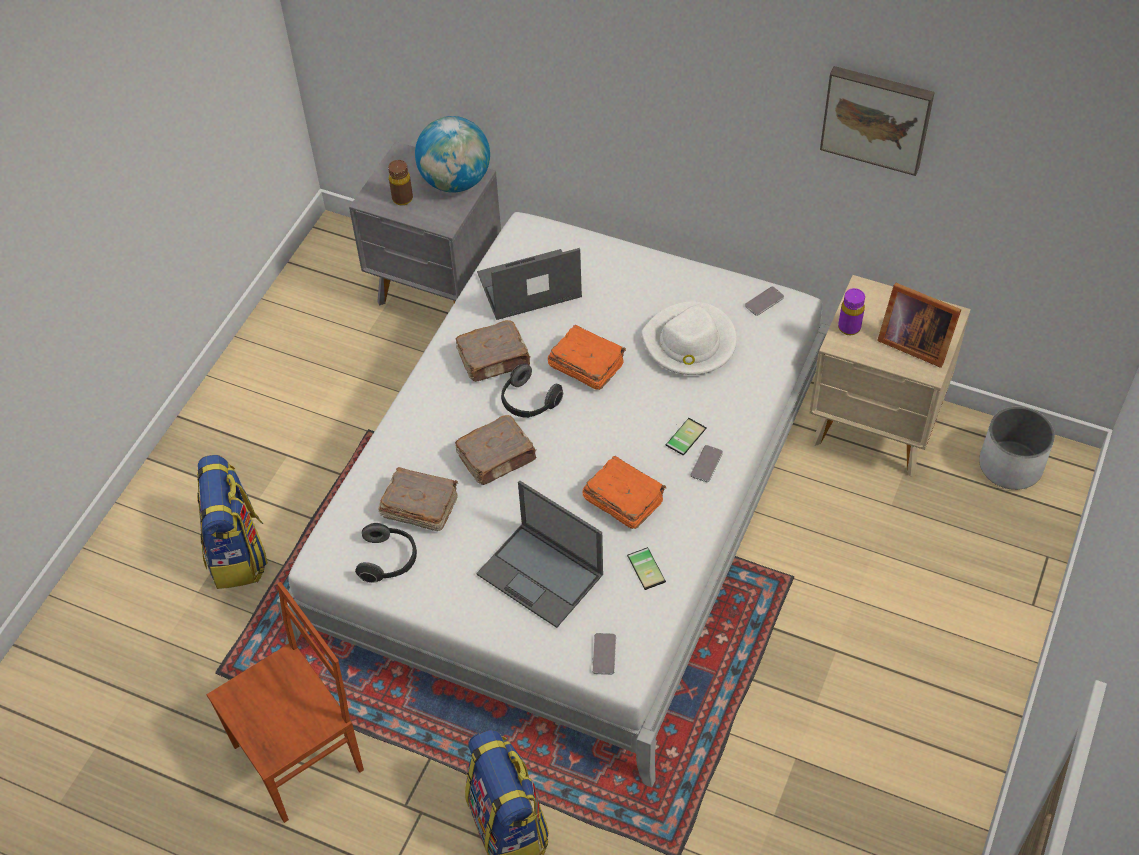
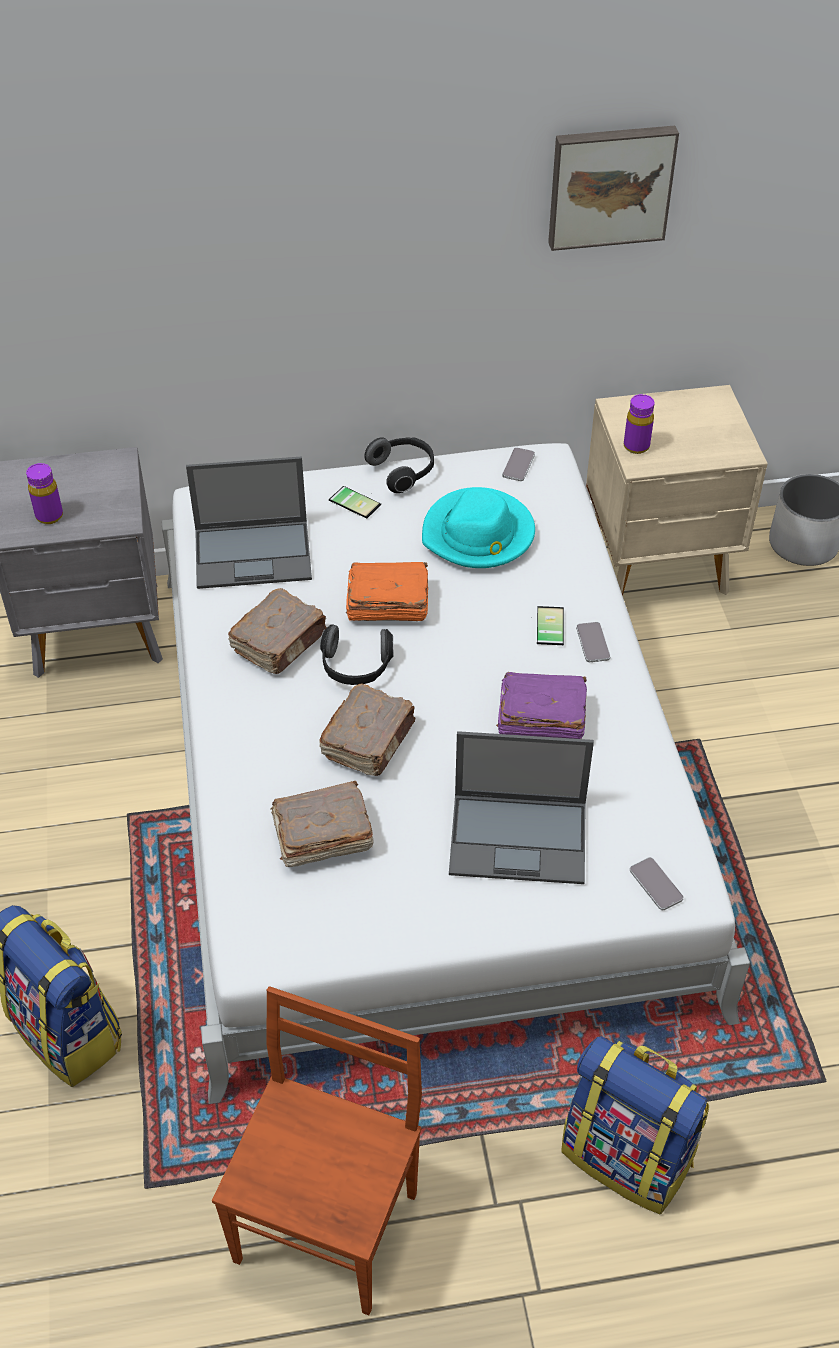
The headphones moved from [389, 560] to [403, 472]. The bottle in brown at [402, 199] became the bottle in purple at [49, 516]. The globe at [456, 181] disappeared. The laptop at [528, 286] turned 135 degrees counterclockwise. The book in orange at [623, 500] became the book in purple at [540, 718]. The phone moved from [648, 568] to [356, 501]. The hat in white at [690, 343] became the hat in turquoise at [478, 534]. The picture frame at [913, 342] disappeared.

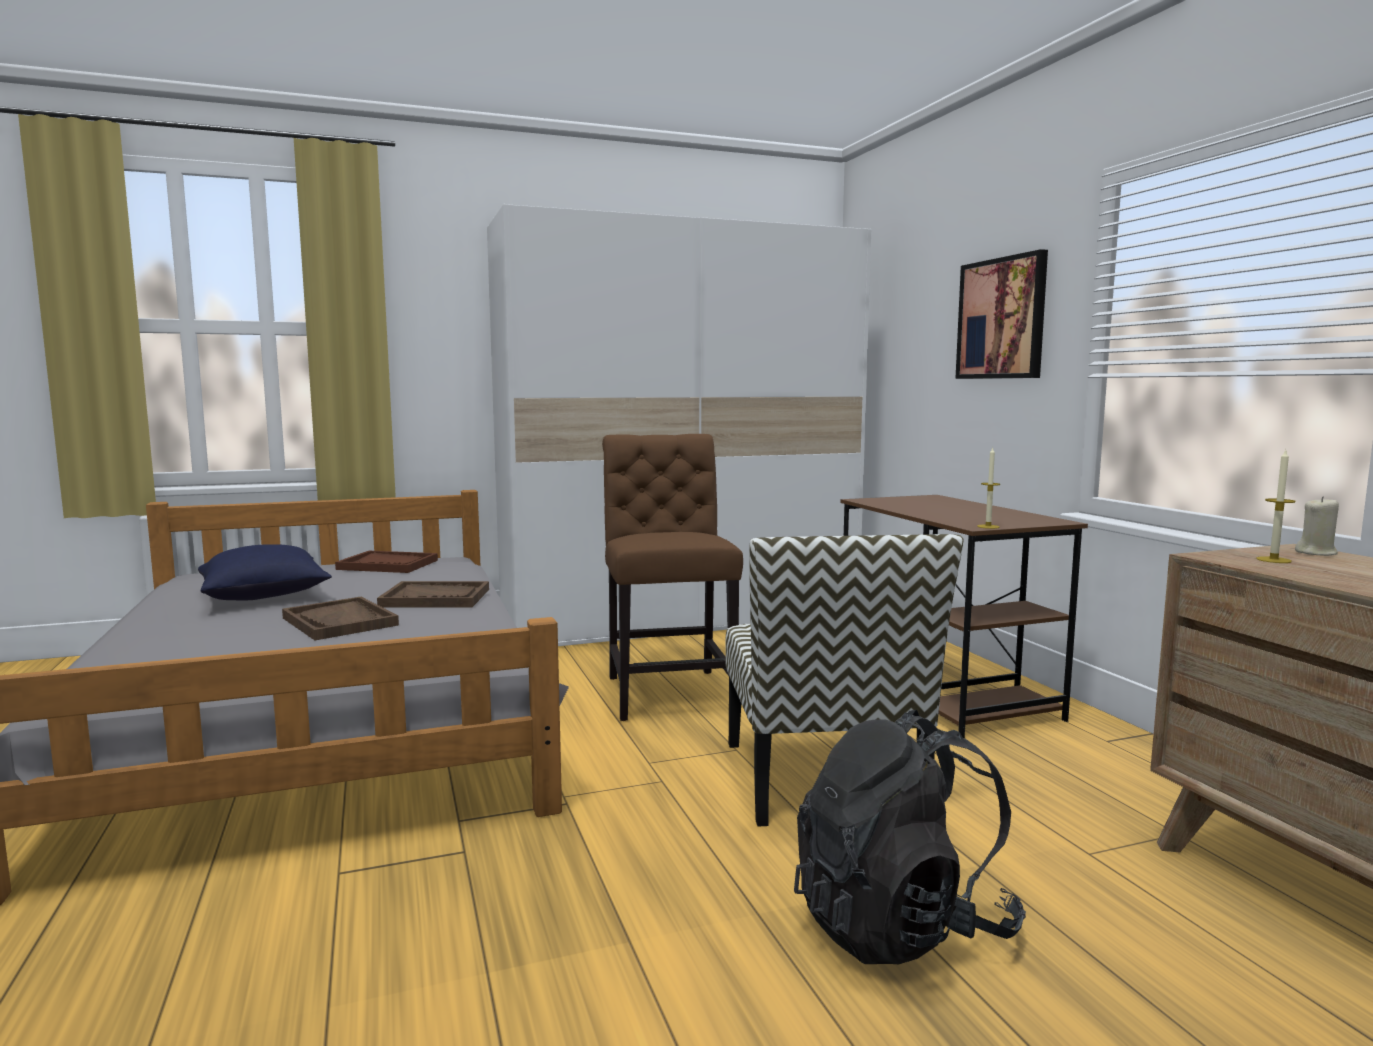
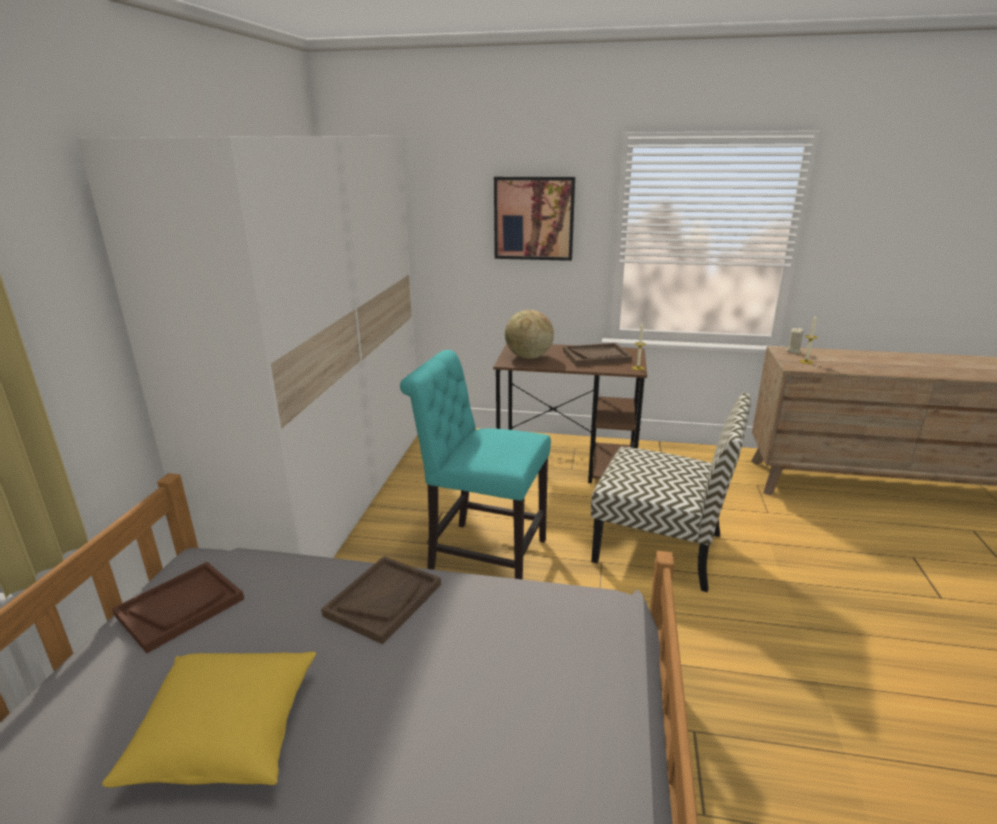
The pillow in blue at [265, 597] became the pillow in yellow at [228, 735]. The tray in brown moved from [340, 621] to [596, 356]. The chair in brown at [668, 691] became the chair in turquoise at [482, 554]. The backpack in black at [901, 926] disappeared. The globe at [528, 357] appeared.

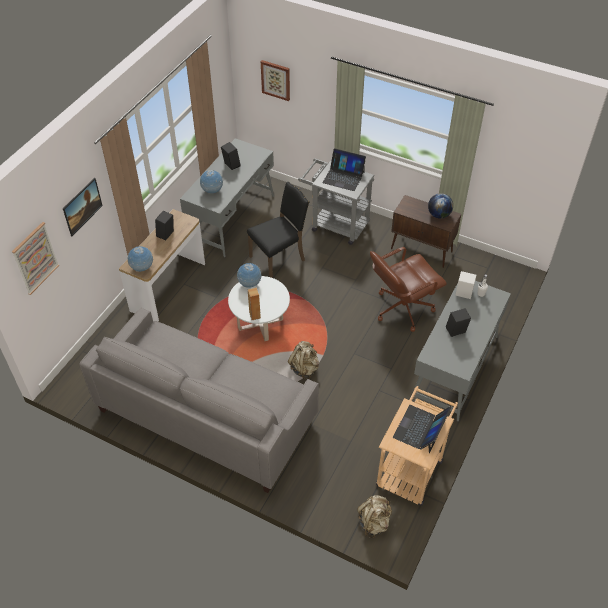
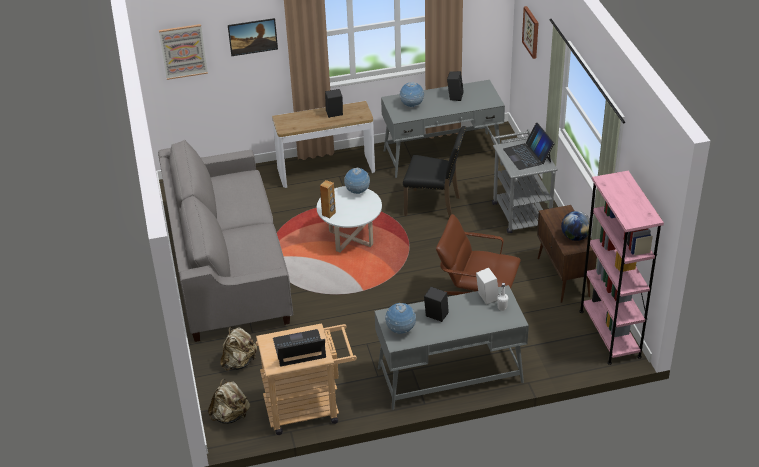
The globe moved from [142, 268] to [400, 330]. The backpack in beige moved from [304, 368] to [239, 362]. The bookcase in pink at [609, 333] appeared.

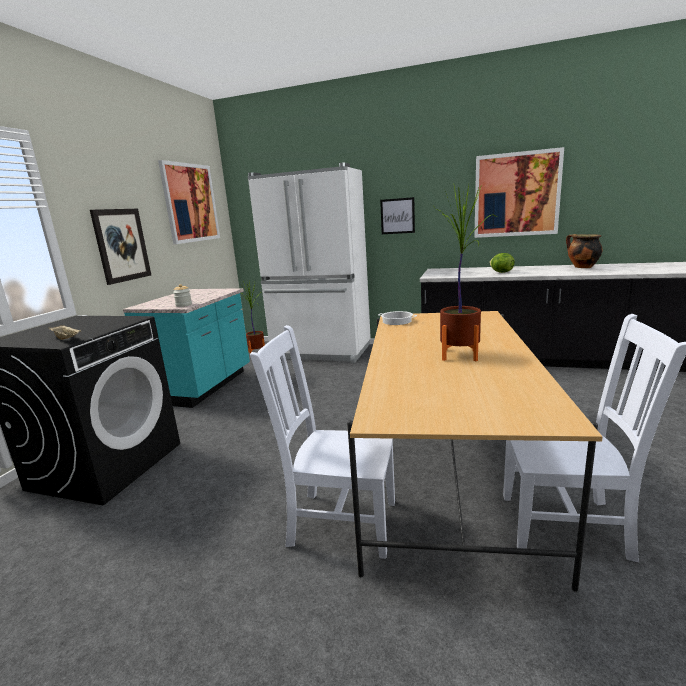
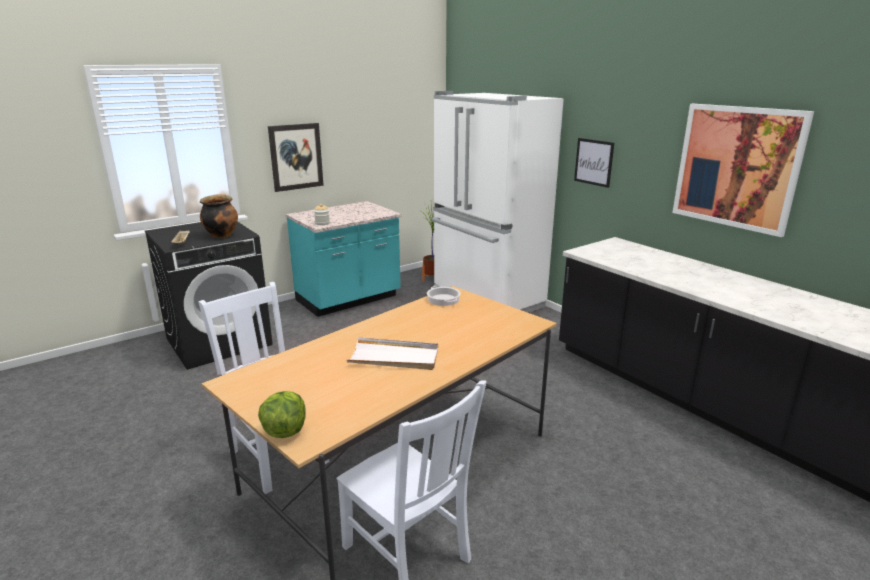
The picture at [190, 203] disappeared. The potted plant at [460, 355] was replaced by the tray in white at [394, 357]. The lettuce moved from [501, 272] to [285, 430]. The cooking pot moved from [582, 267] to [221, 235].

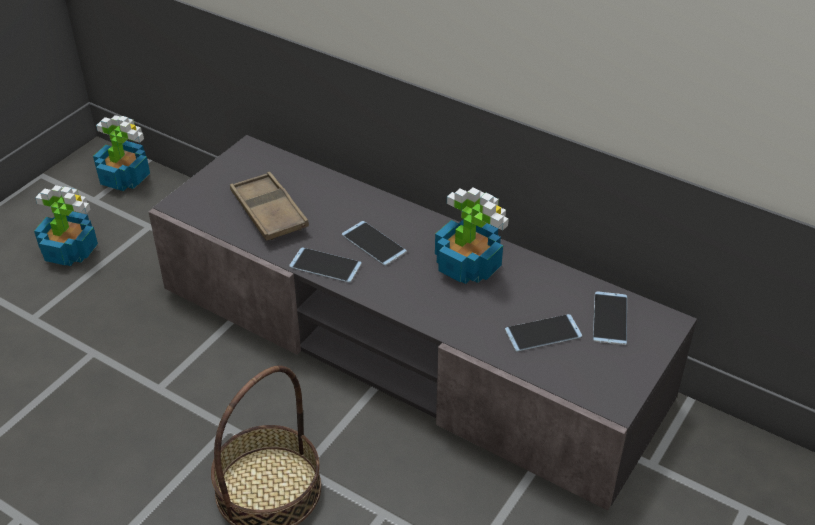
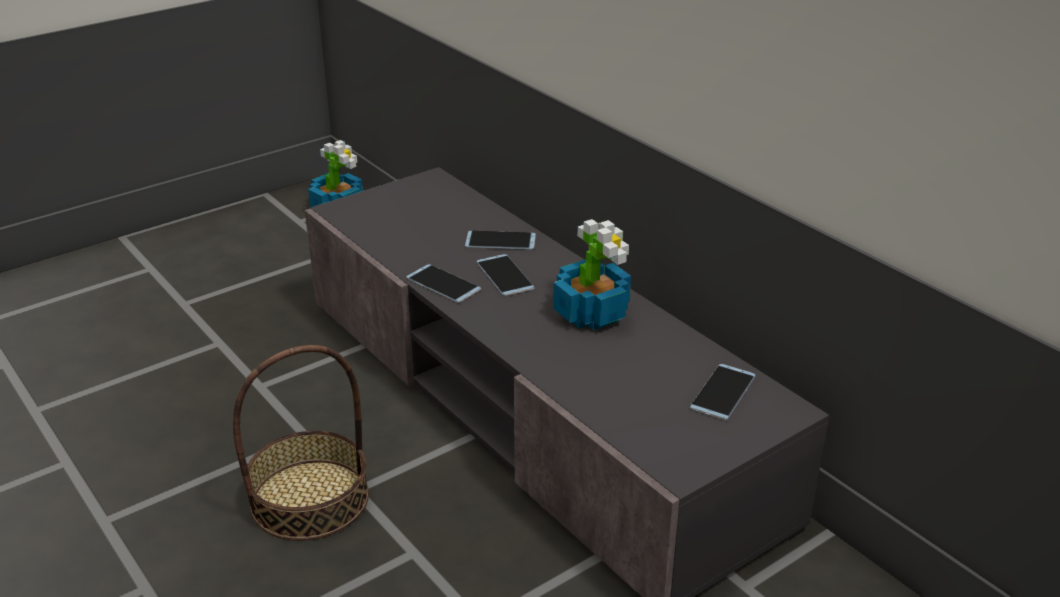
The potted plant at [70, 251] disappeared. The tray in brown at [269, 212] disappeared. The phone moved from [543, 333] to [500, 241].

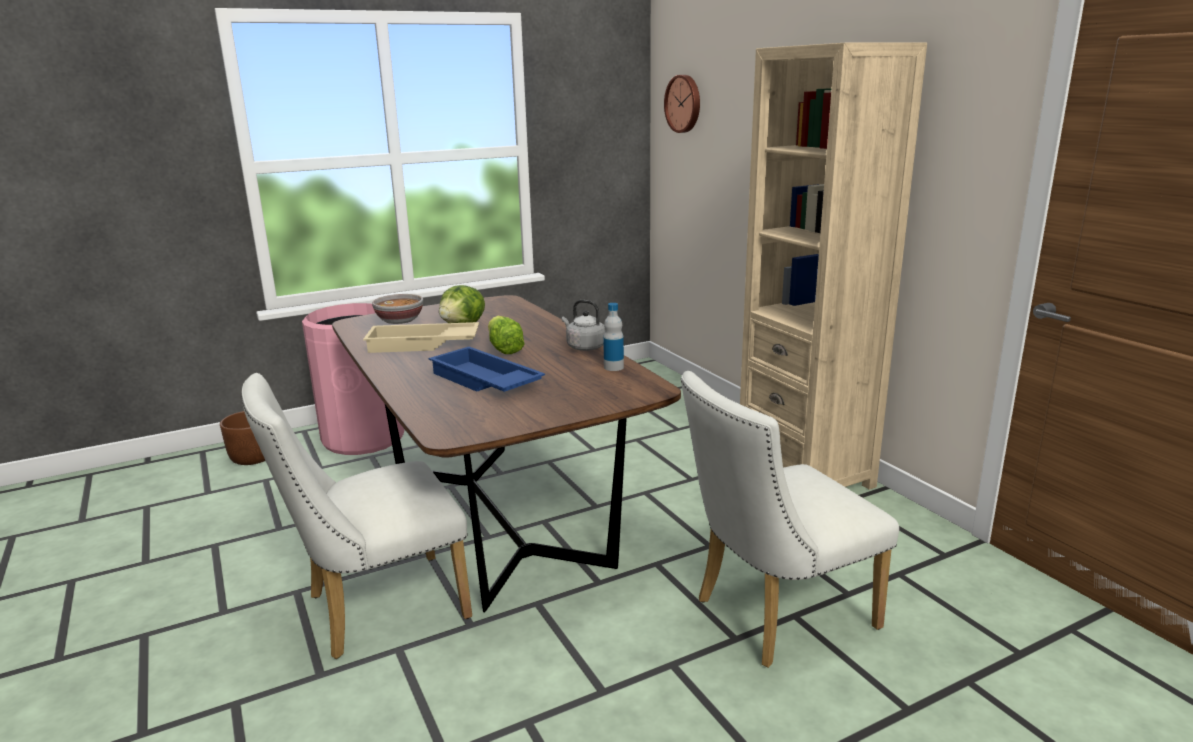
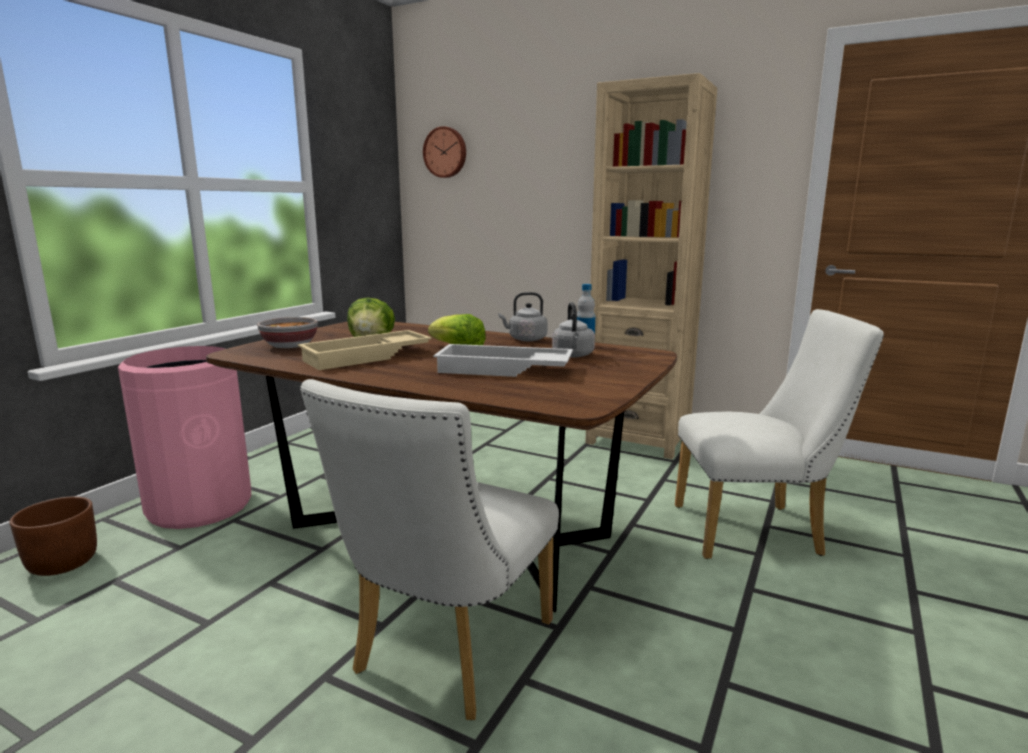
The tray in blue at [483, 381] became the tray in white at [502, 370]. The chair in white at [774, 616] turned 120 degrees counterclockwise. The kettle in grey at [573, 355] appeared.

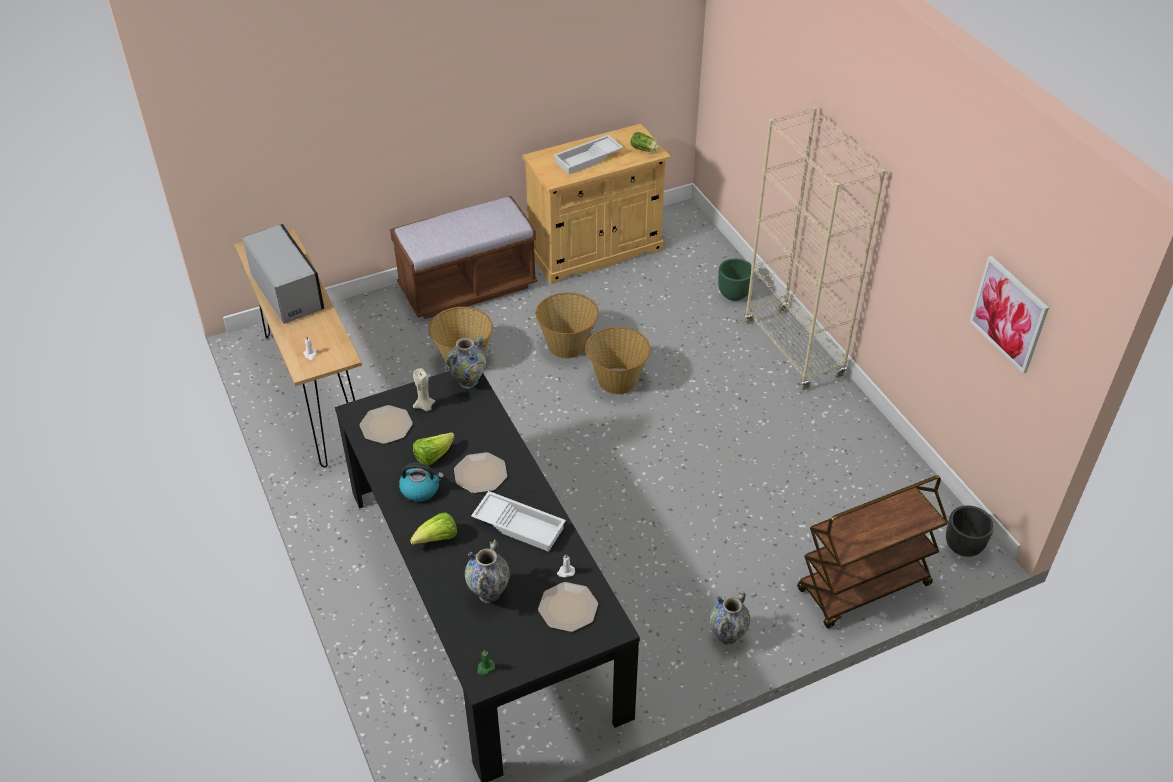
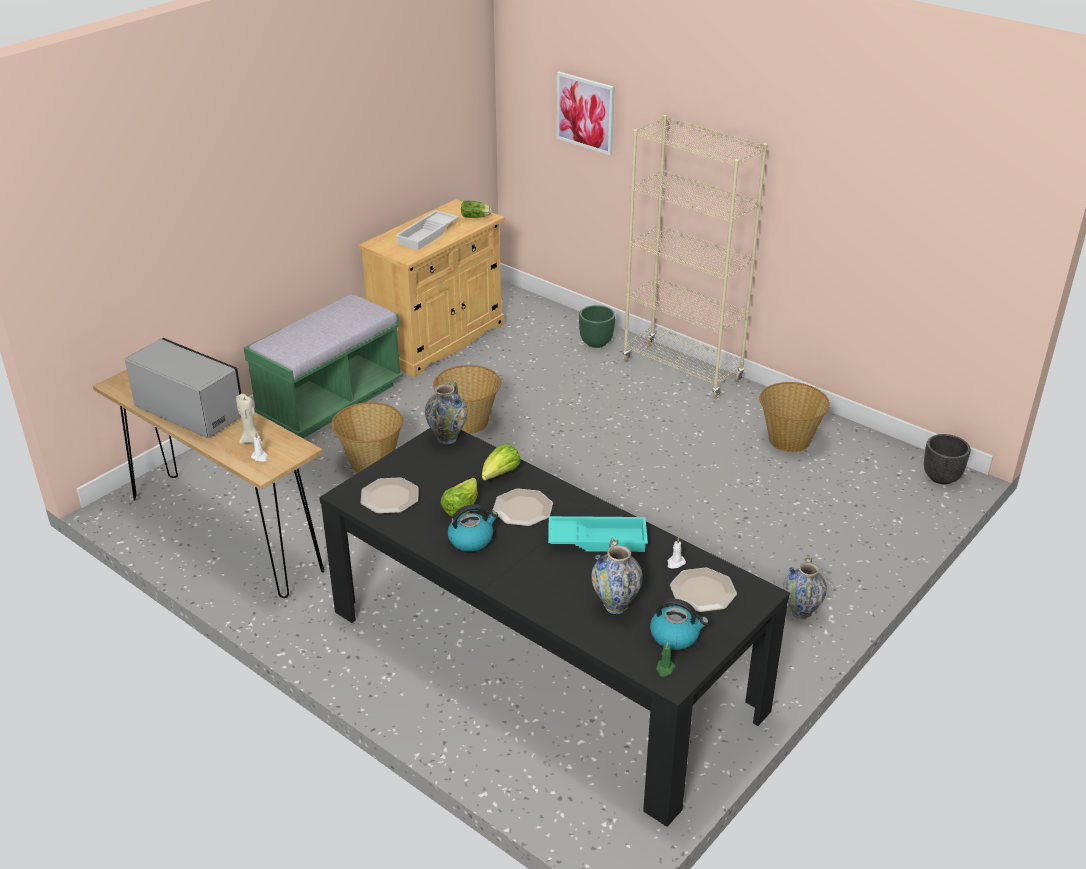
The bench in brown at [467, 288] became the bench in green at [330, 401]. The lettuce moved from [437, 539] to [500, 475]. The candle in beige moved from [425, 406] to [251, 440]. The tray in white at [520, 525] became the tray in turquoise at [598, 538]. The basket moved from [617, 381] to [788, 440]. The cart in brown at [863, 588] disappeared. The picture moved from [1009, 314] to [585, 112]. The kettle at [675, 636] appeared.

